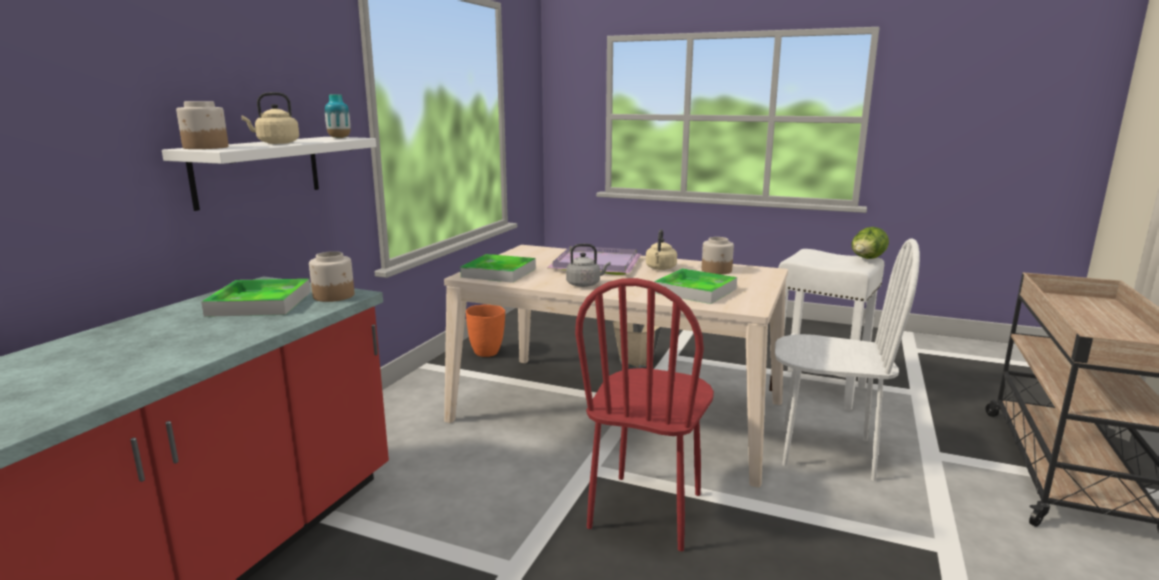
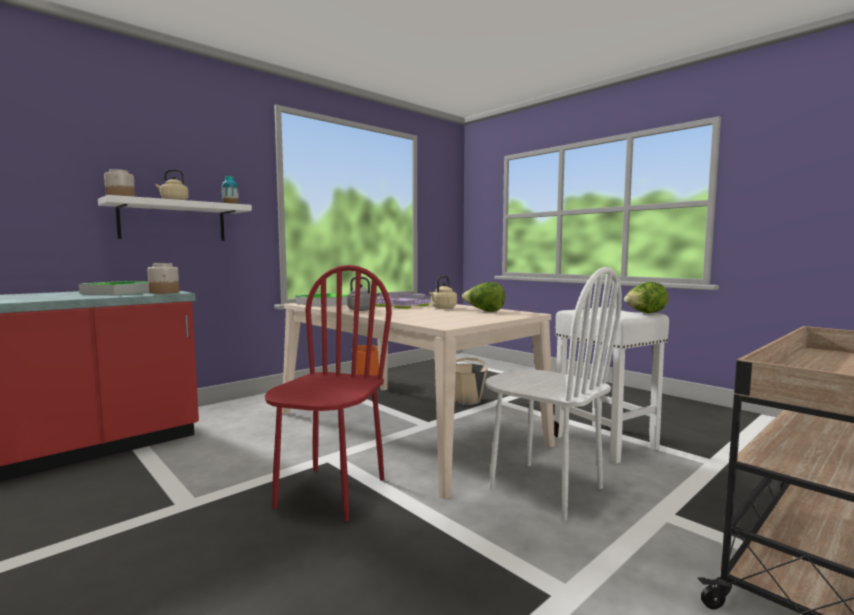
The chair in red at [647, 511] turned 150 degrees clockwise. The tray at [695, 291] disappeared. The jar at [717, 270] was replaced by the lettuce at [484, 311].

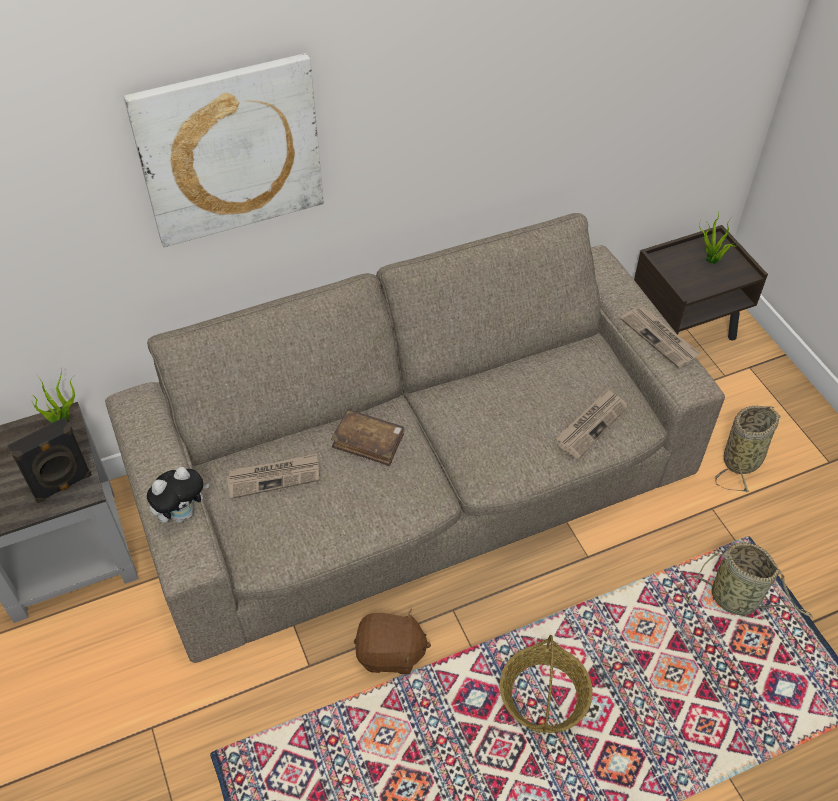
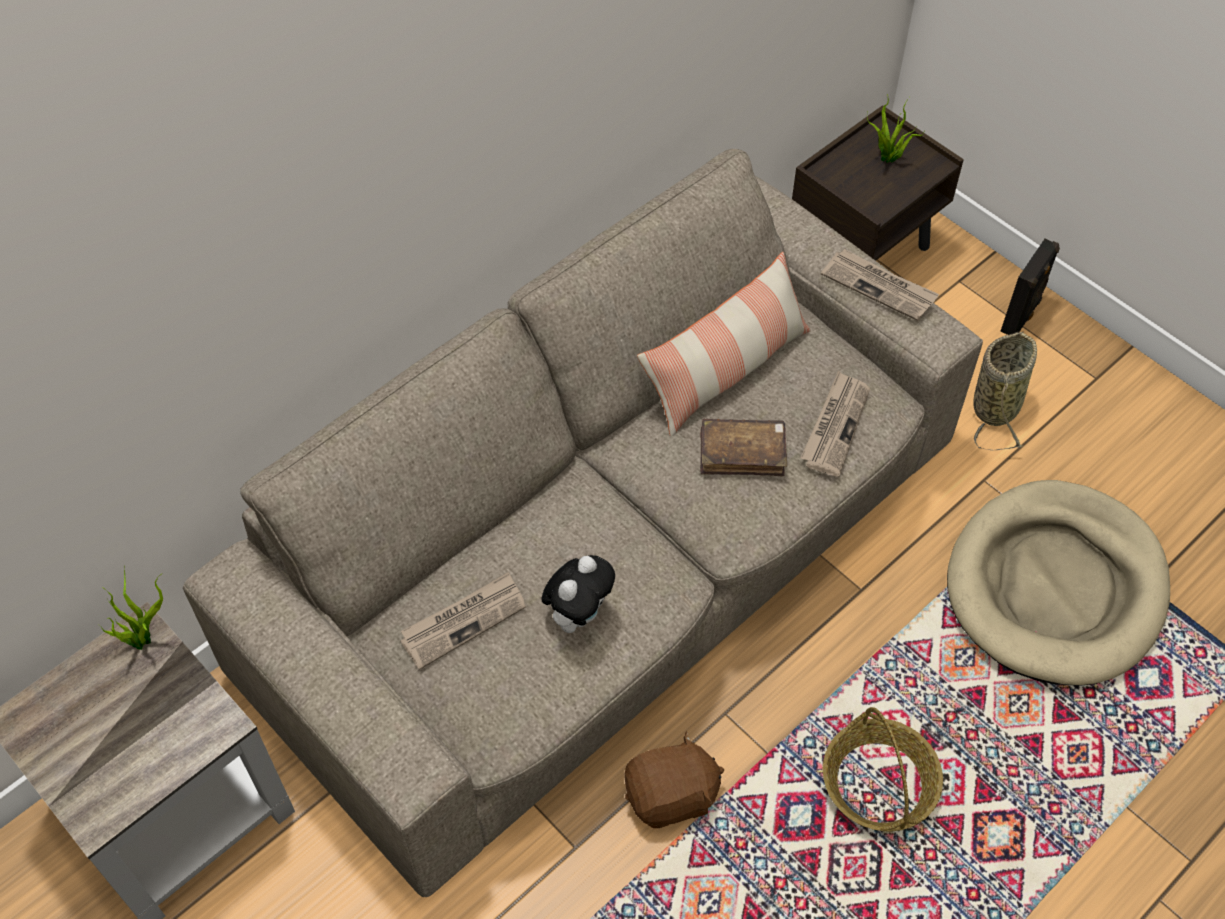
The speaker in black moved from [63, 486] to [1021, 317]. The picture at [230, 150] disappeared. The plush toy moved from [183, 513] to [579, 614]. The book in brown moved from [368, 442] to [742, 453]. The basket at [737, 600] was replaced by the dog bed in beige at [1055, 587]. The pillow at [726, 370] appeared.

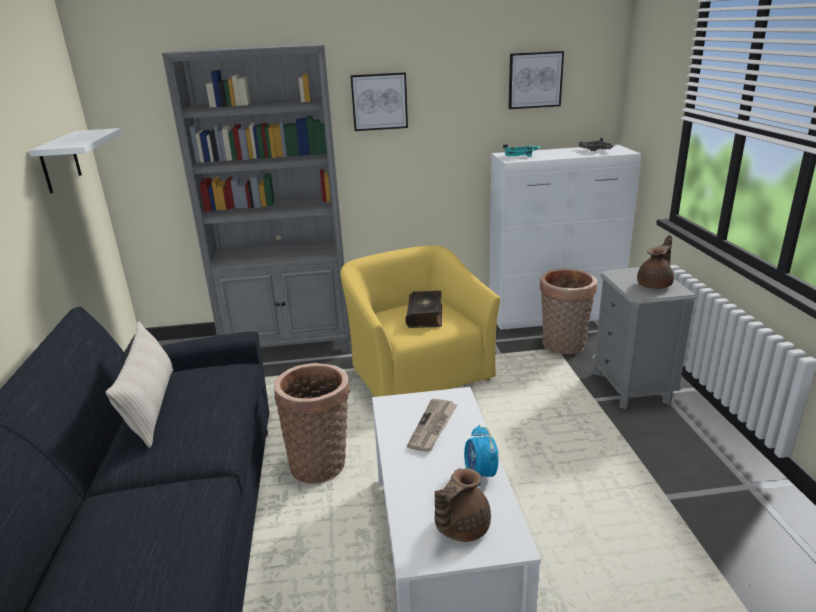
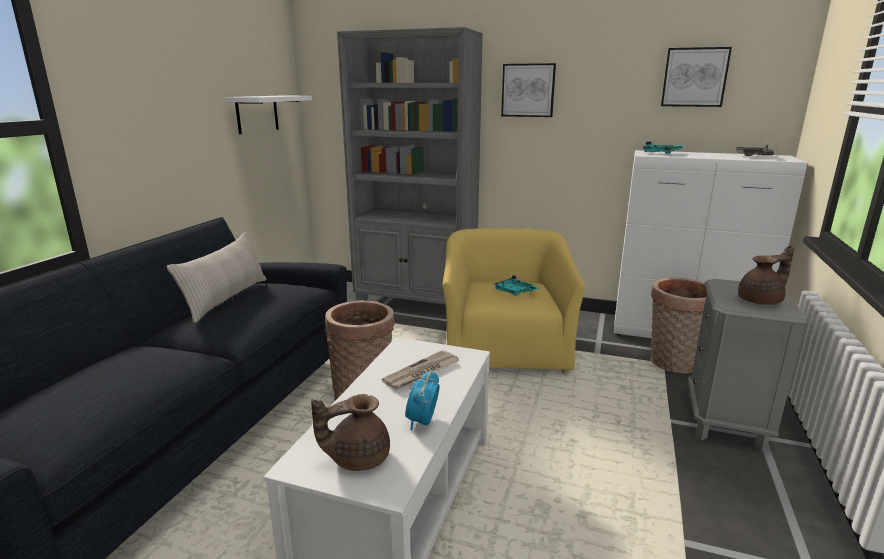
The book at [425, 315] was replaced by the tray in turquoise at [515, 292].

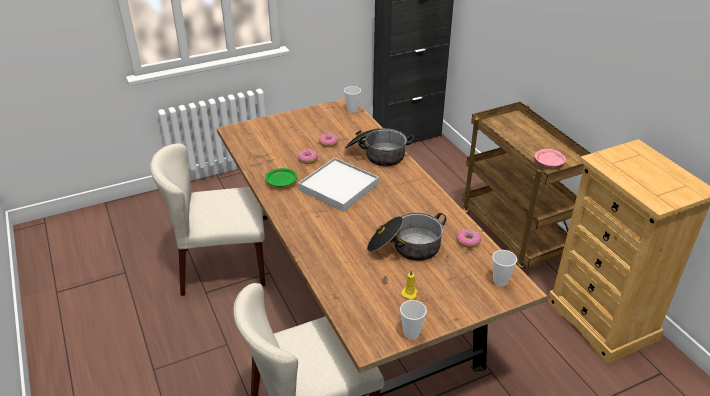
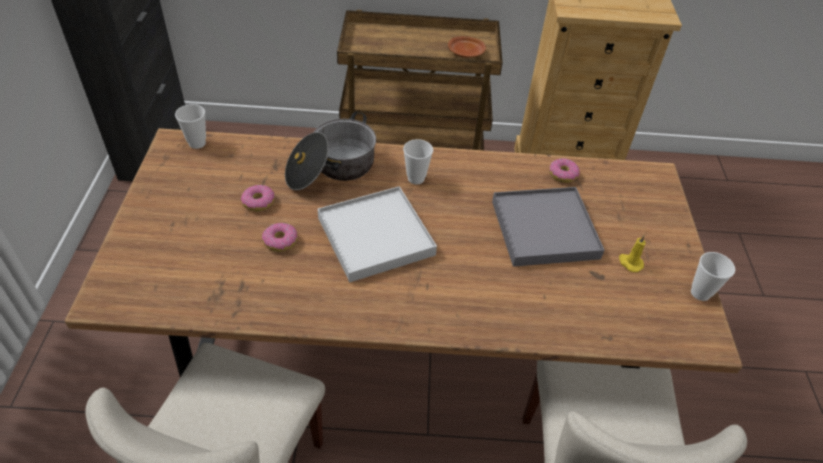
The plate in green at [282, 182] disappeared. The cooking pot at [405, 247] was replaced by the tray in grey at [544, 229]. The cup moved from [500, 281] to [416, 178]. The plate in pink at [549, 163] became the plate in brown at [466, 53].

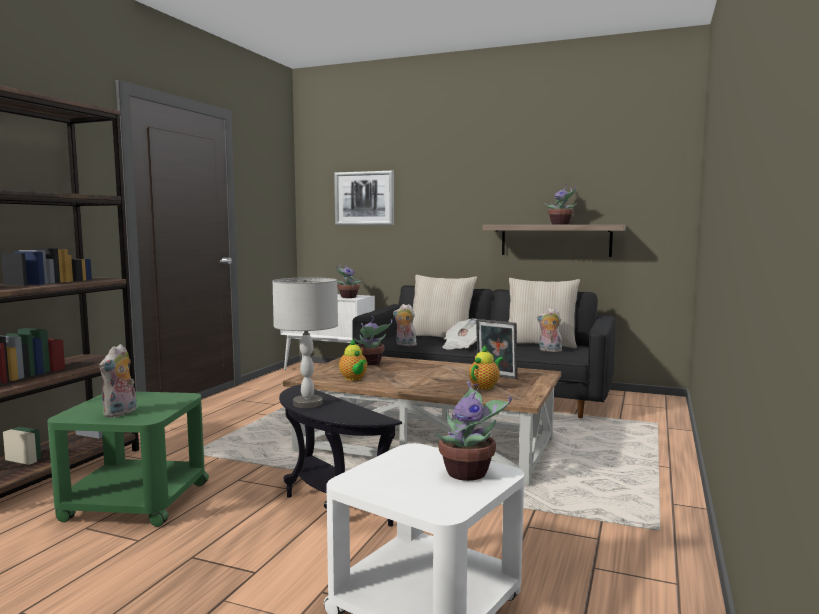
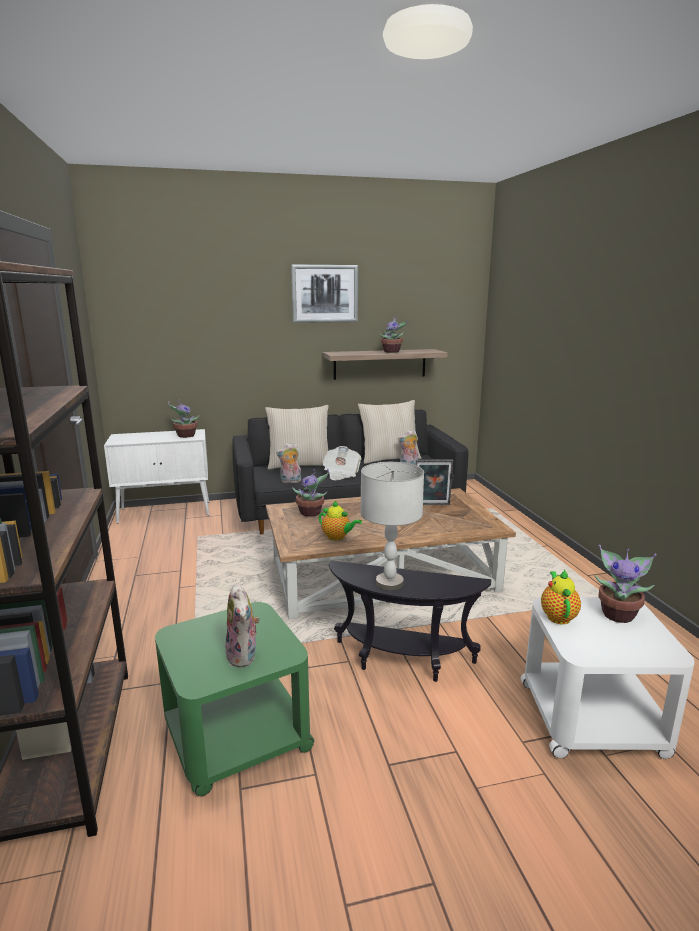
The picture moved from [364, 198] to [325, 293]. The teapot moved from [485, 387] to [558, 616].

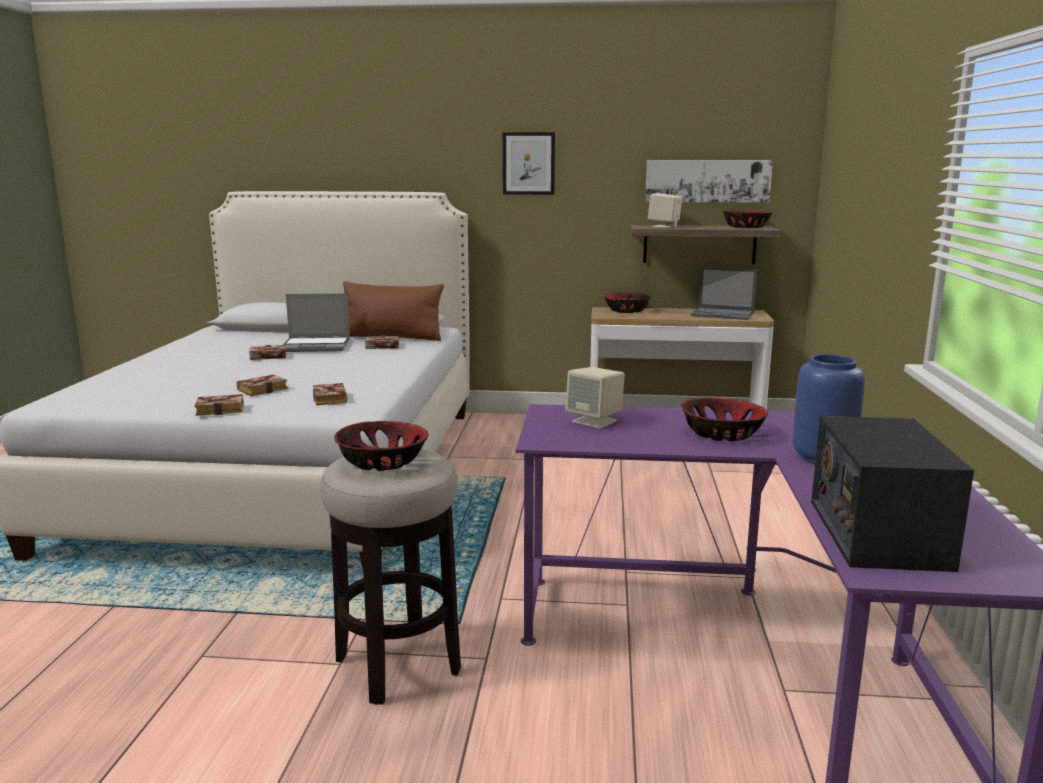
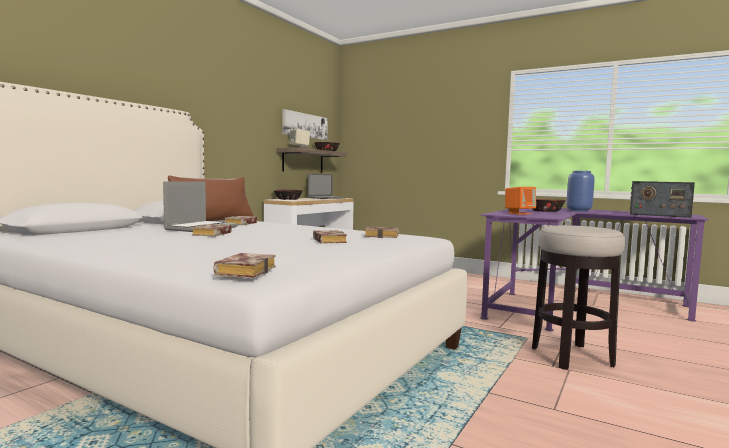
The book moved from [222, 409] to [245, 271]. The bowl at [383, 461] disappeared. The picture at [528, 163] disappeared. The speaker in beige at [595, 421] became the speaker in orange at [519, 213].

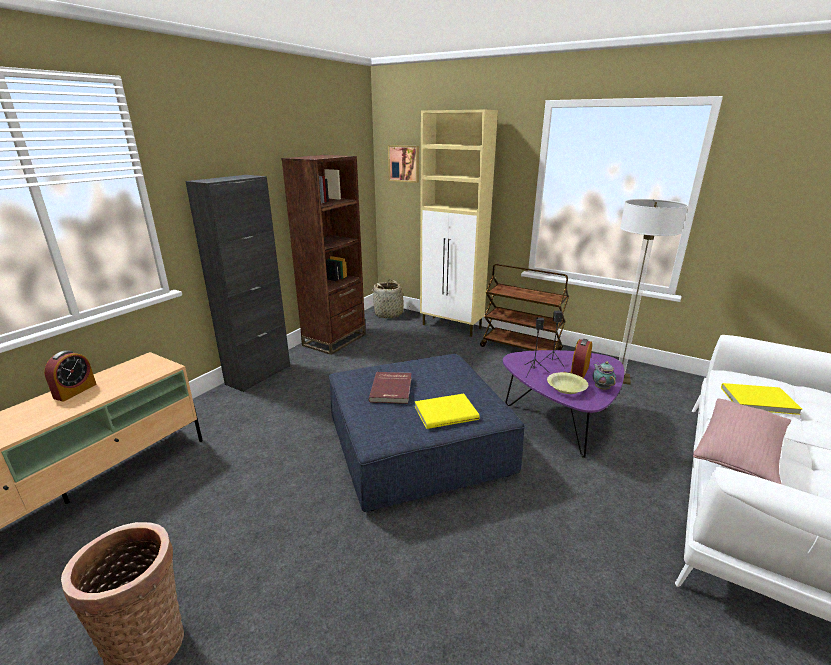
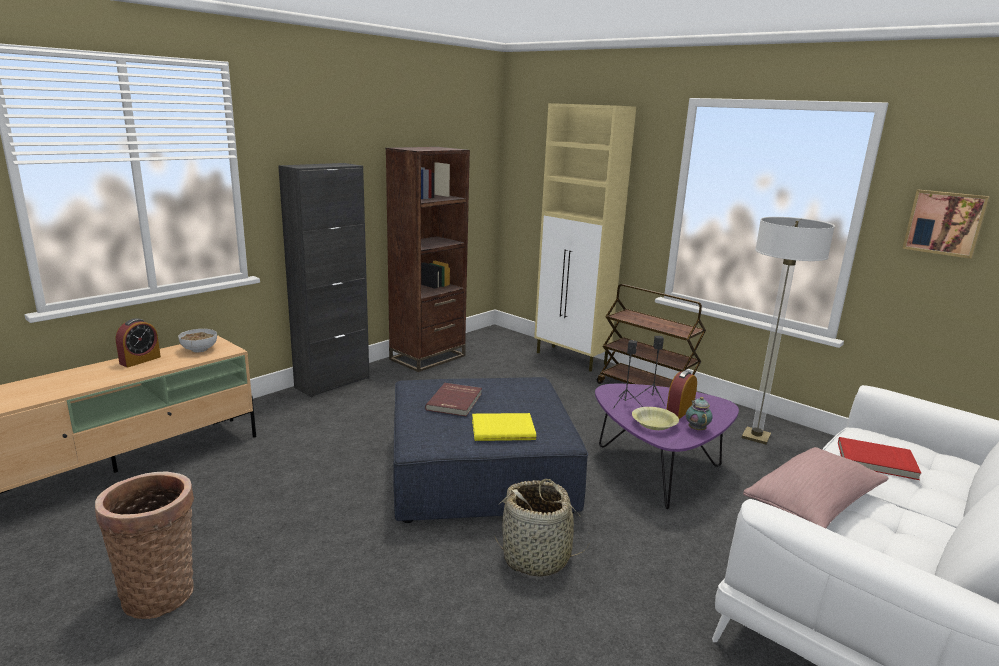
The basket moved from [389, 314] to [537, 557]. The picture moved from [404, 163] to [944, 223]. The book in yellow at [759, 401] became the book in red at [876, 461]. The bowl at [200, 349] appeared.

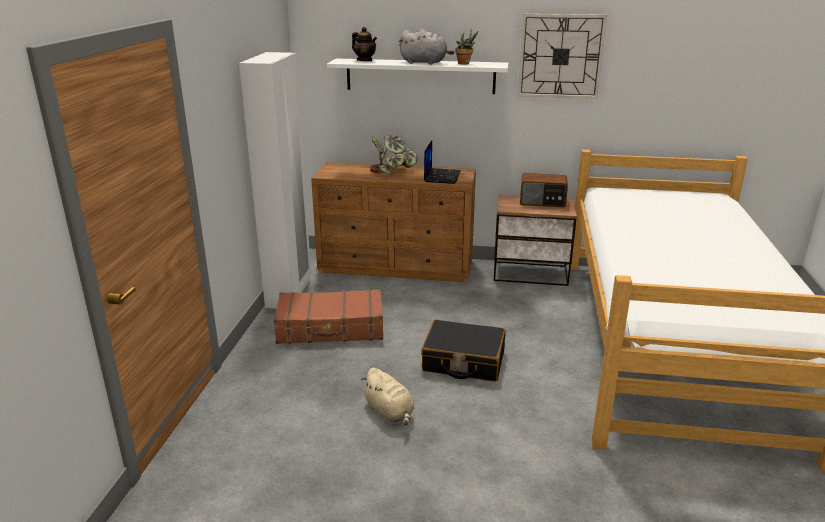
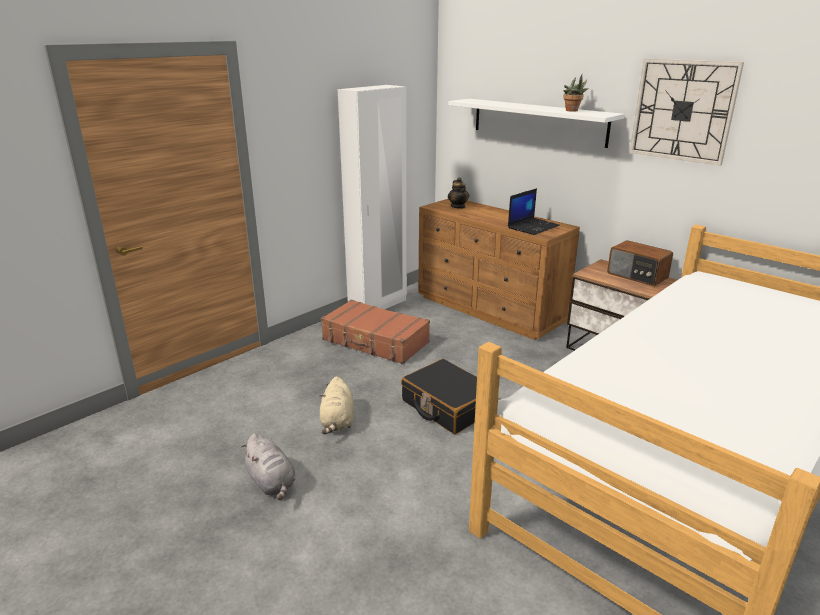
The teapot moved from [365, 60] to [458, 206]. The potted plant at [392, 171] disappeared. The plush toy in grey moved from [425, 63] to [272, 483].

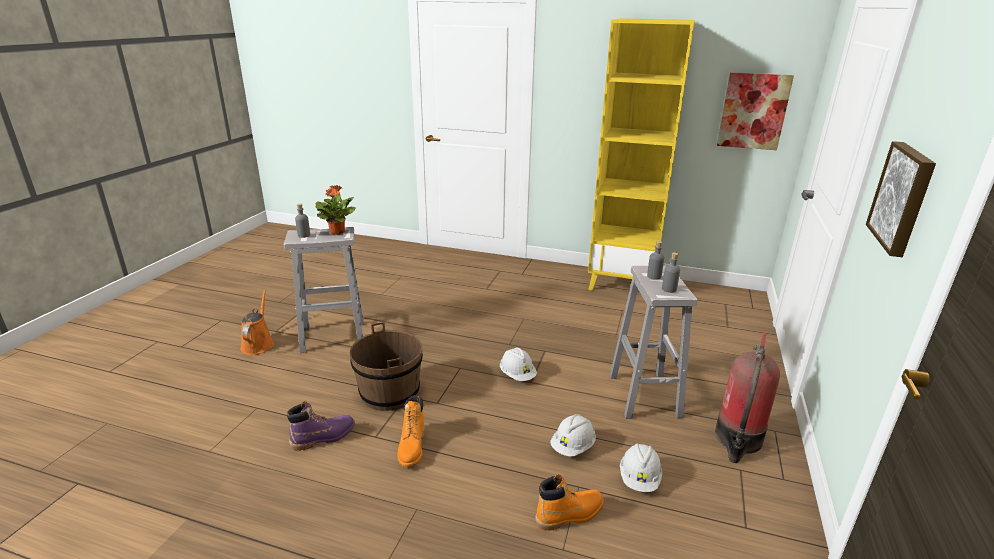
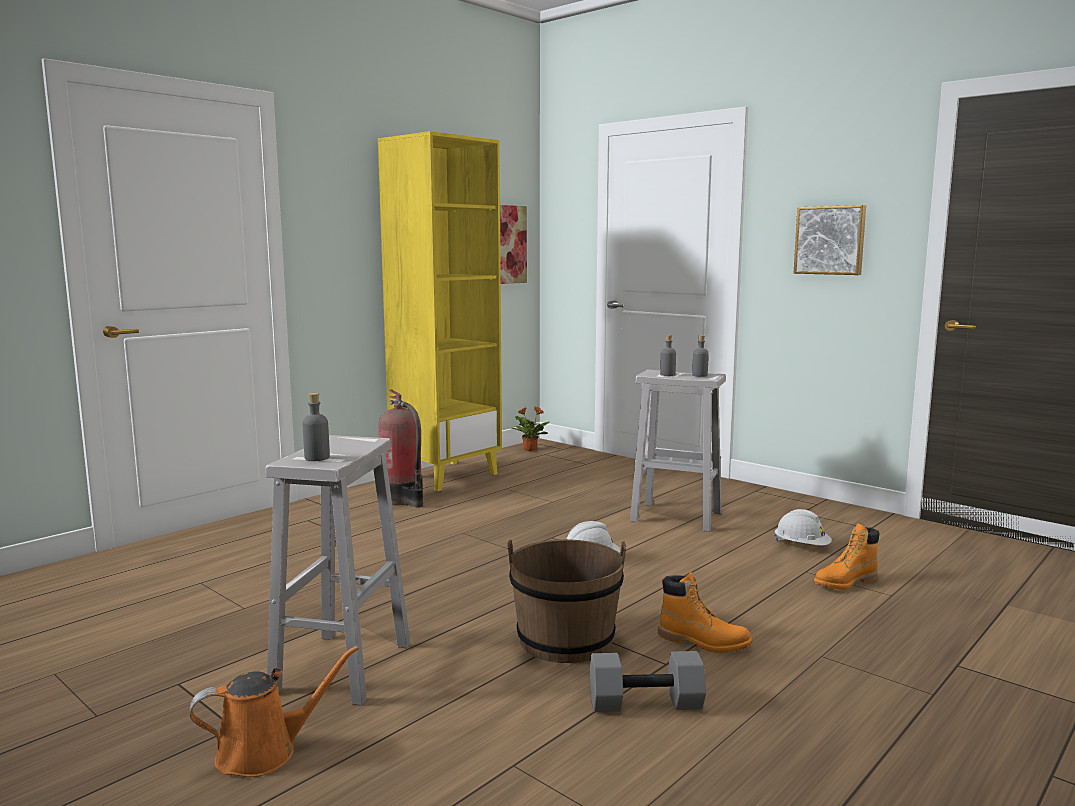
The watering can in orange at [258, 344] turned 135 degrees clockwise. The boot in purple at [323, 437] was replaced by the dumbbell in grey at [644, 704]. The potted plant moved from [337, 232] to [529, 449]. The boot in orange at [569, 514] turned 120 degrees counterclockwise. The hard hat in white at [573, 447] disappeared. The fire extinguisher moved from [737, 440] to [403, 499].

